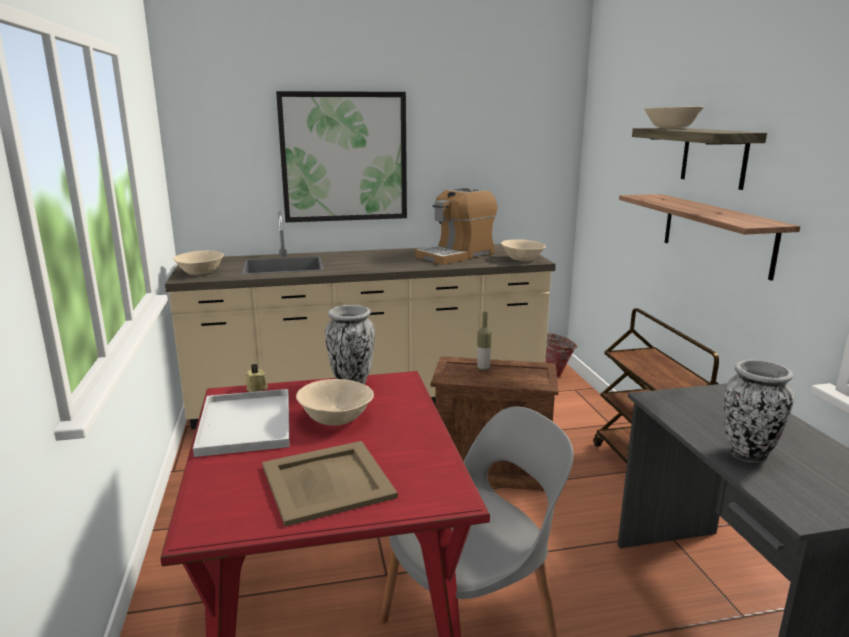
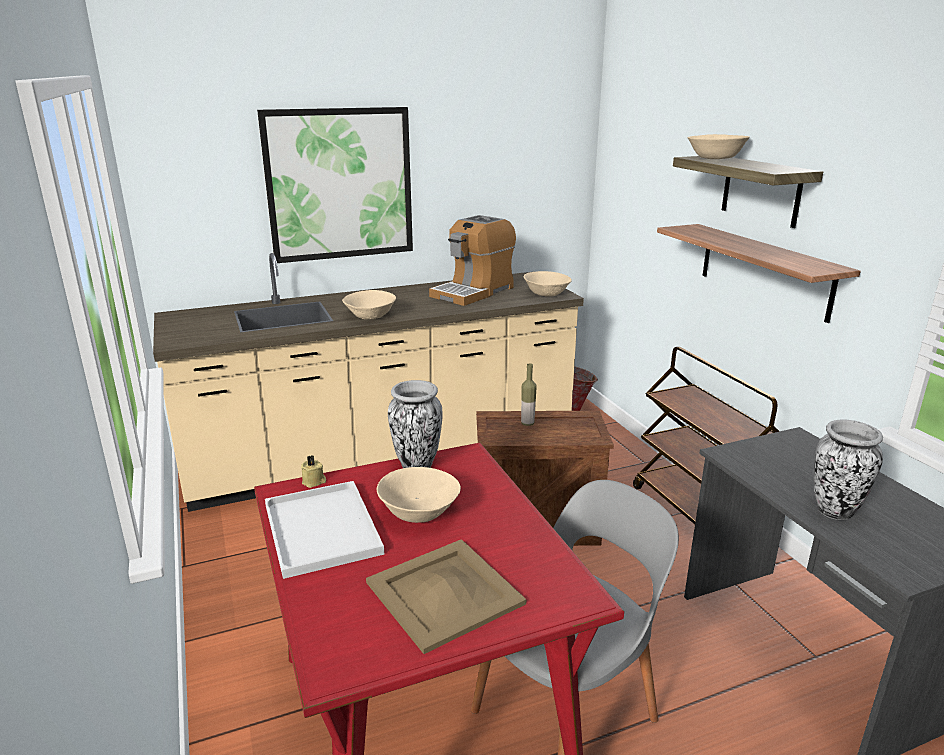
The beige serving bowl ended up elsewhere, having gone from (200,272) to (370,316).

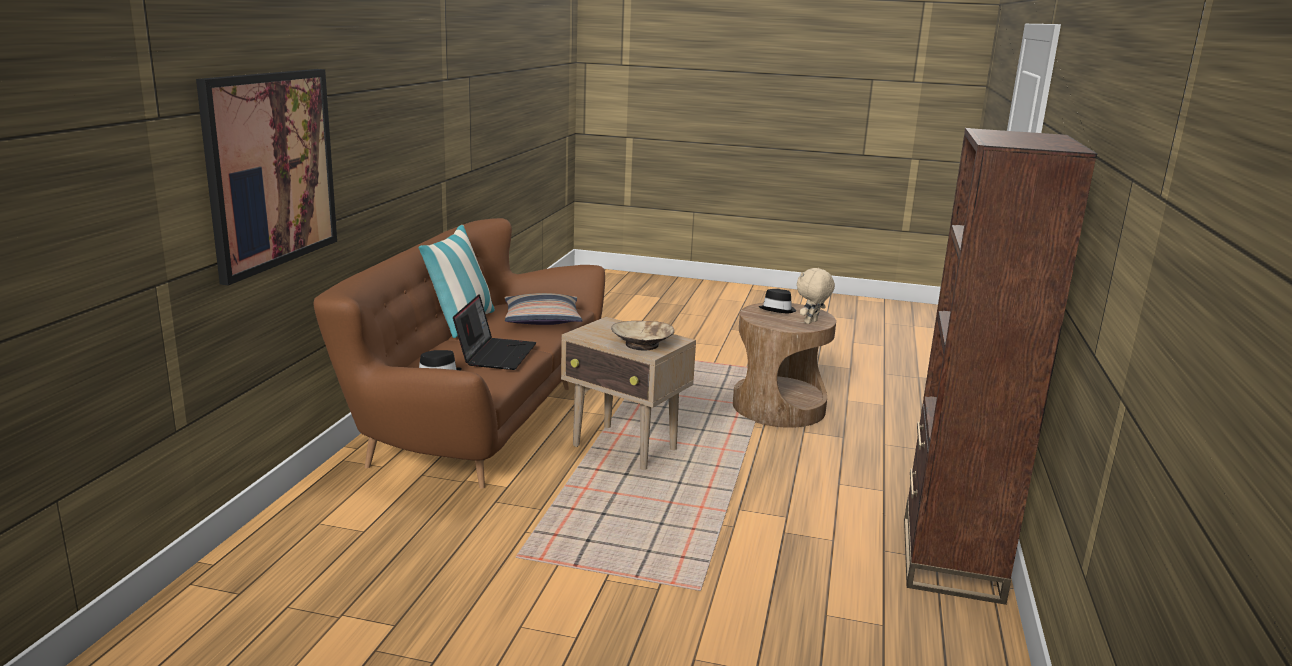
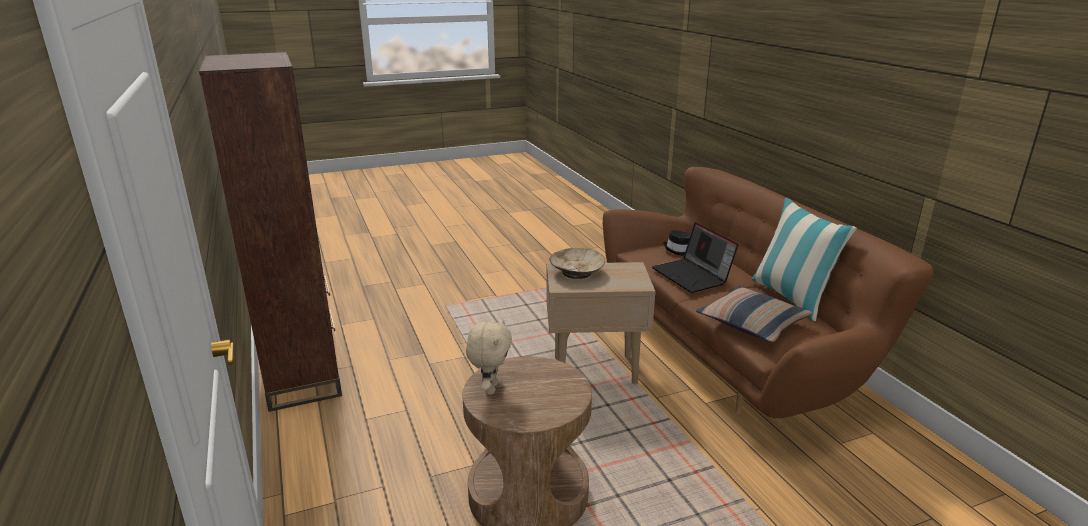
The second view lost the wall art at (271,170).
The second view lost the blackish clothing hat at (778,309).

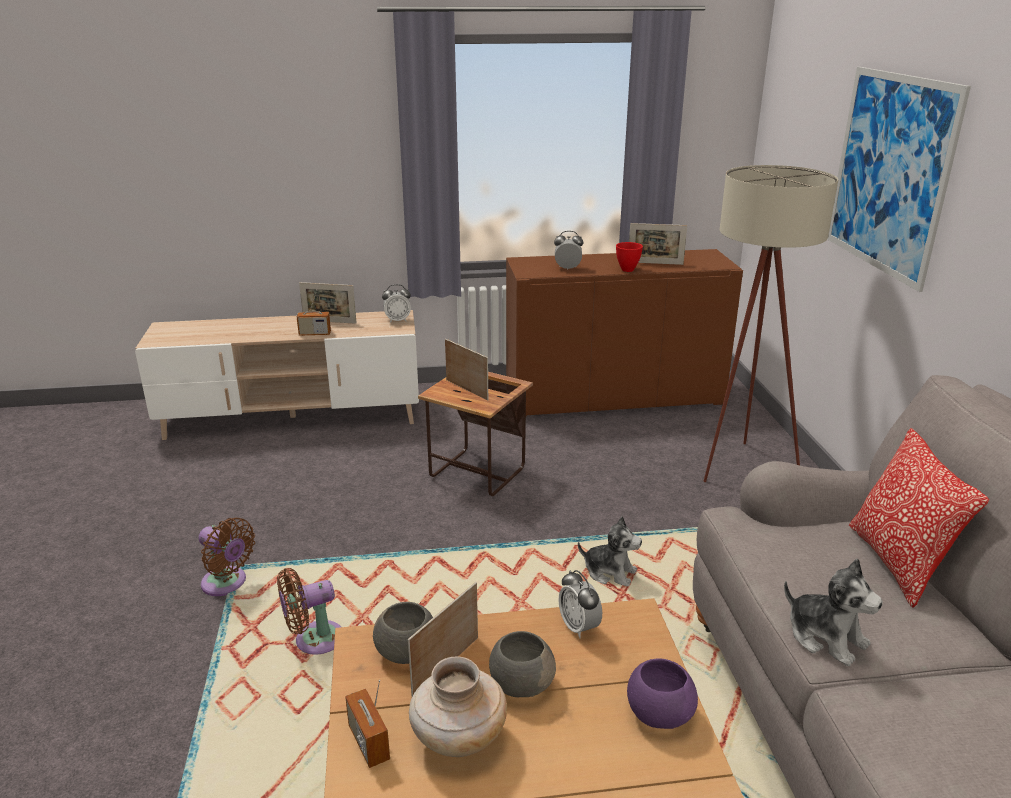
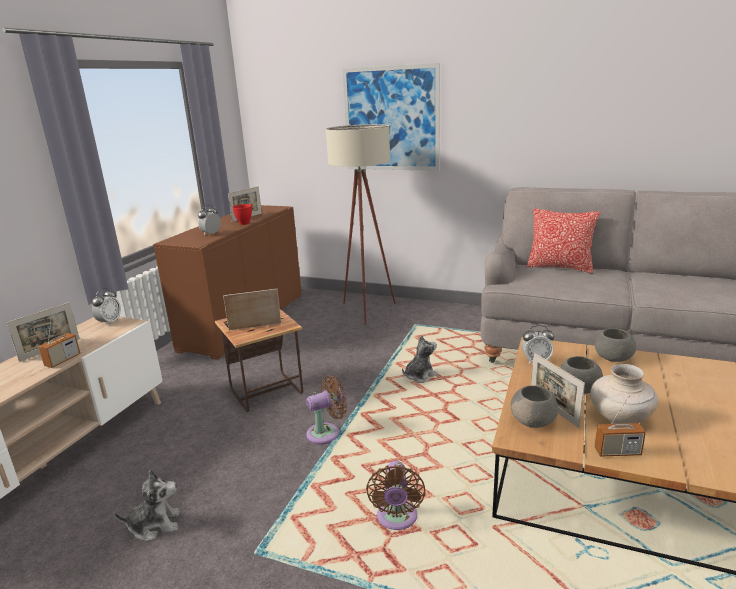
The brown-coloured electric fan ended up elsewhere, having gone from (227,584) to (326,433).
The soft toy ended up elsewhere, having gone from (826,637) to (155,525).
What was the purplish serving bowl at (658,712) turned into the gray serving bowl at (612,358).

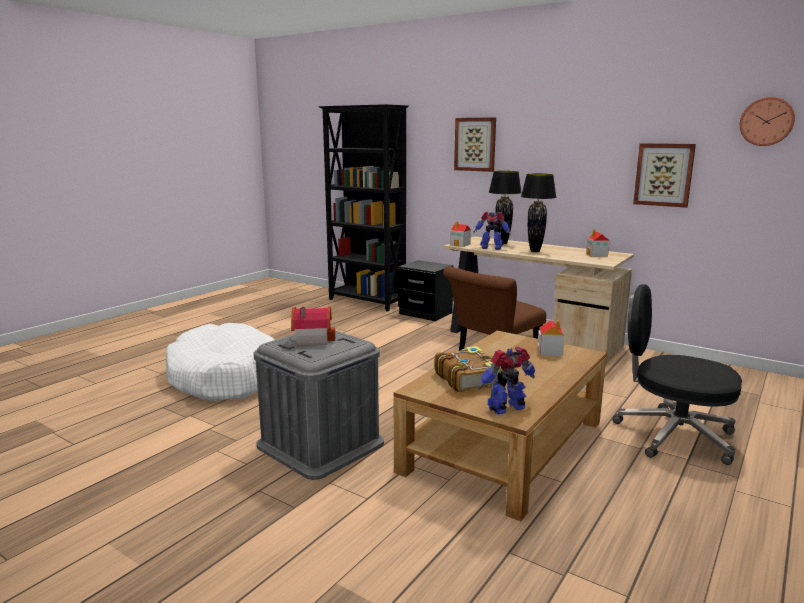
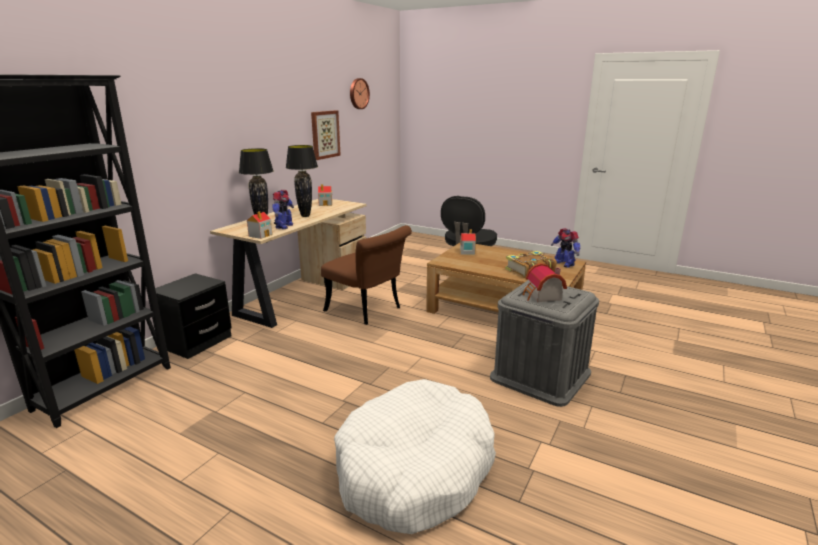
The second view lost the wall art at (475,144).

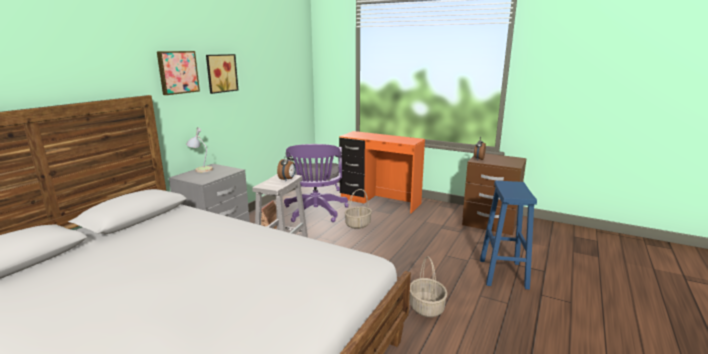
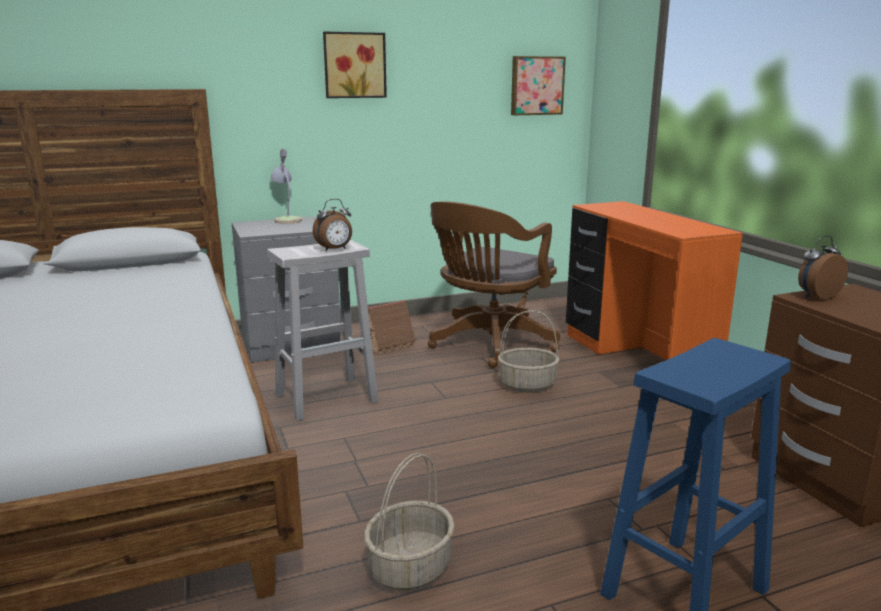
The wall art ended up elsewhere, having gone from (177,72) to (536,85).
What was the purplish desk chair at (315,212) turned into the brown-coloured desk chair at (489,345).

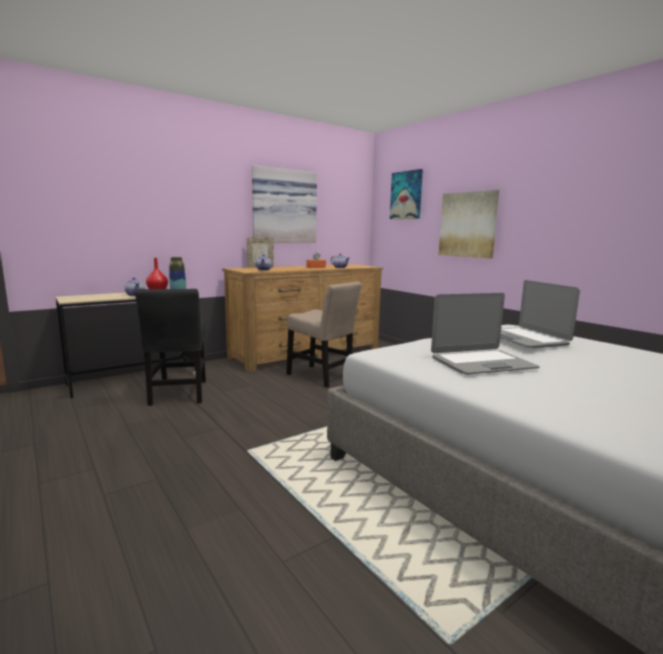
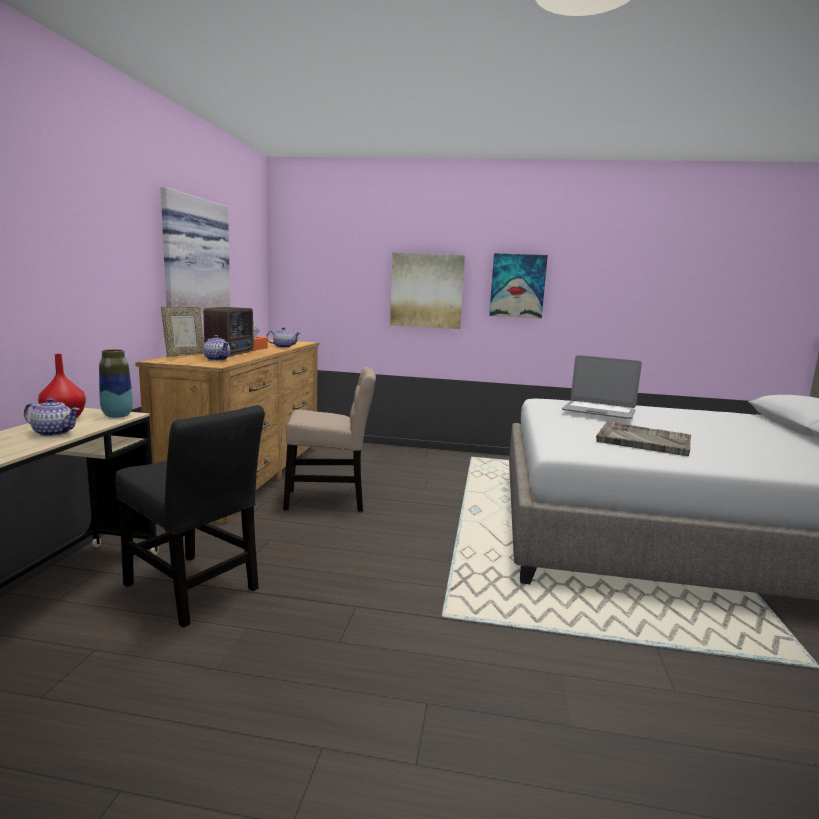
The second view gained the radio at (231,353).
The wall art ended up elsewhere, having gone from (406,195) to (517,286).
Where the notebook computer stood at (482,363), the gray serving tray came to stand at (642,440).

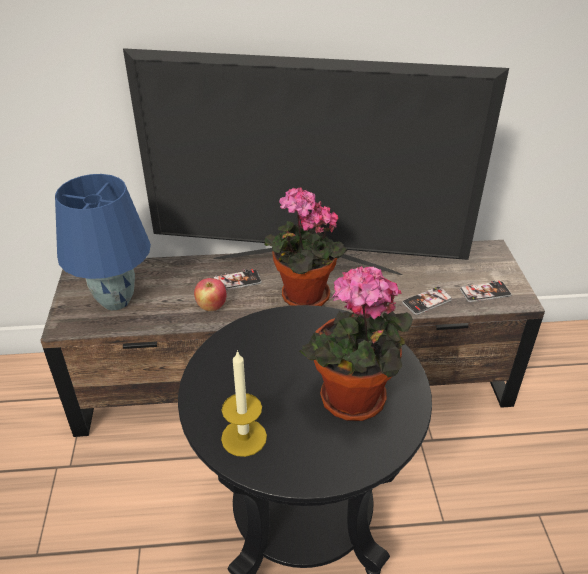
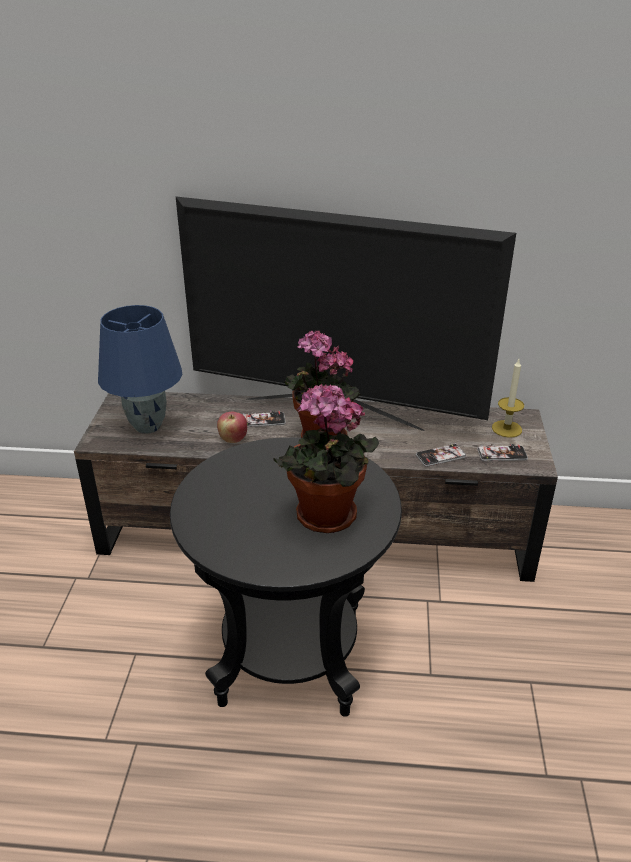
The wax candle ended up elsewhere, having gone from (244,437) to (506,429).

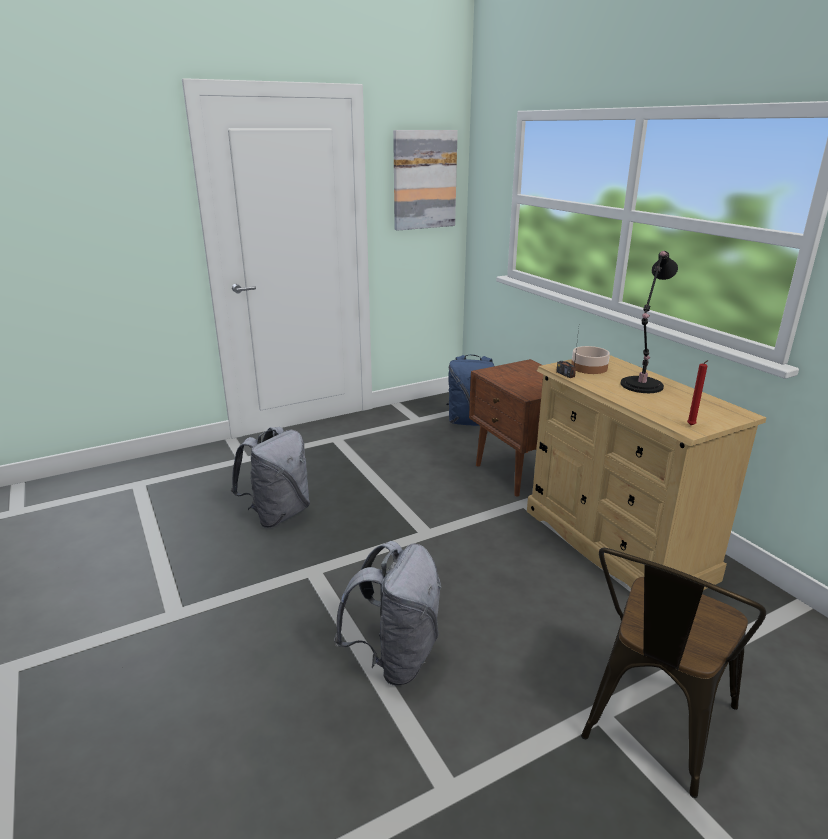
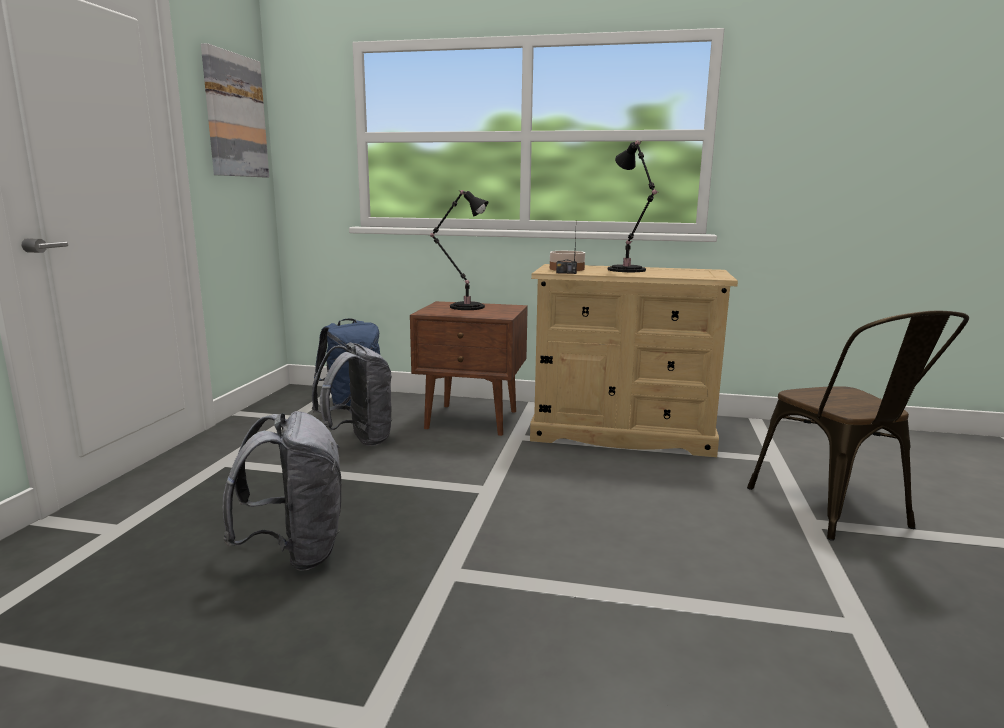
The second view lost the red-coloured wax candle at (691,426).
The second view gained the blackish tabletop lamp at (464,307).
The gray knapsack ended up elsewhere, having gone from (395,658) to (358,440).

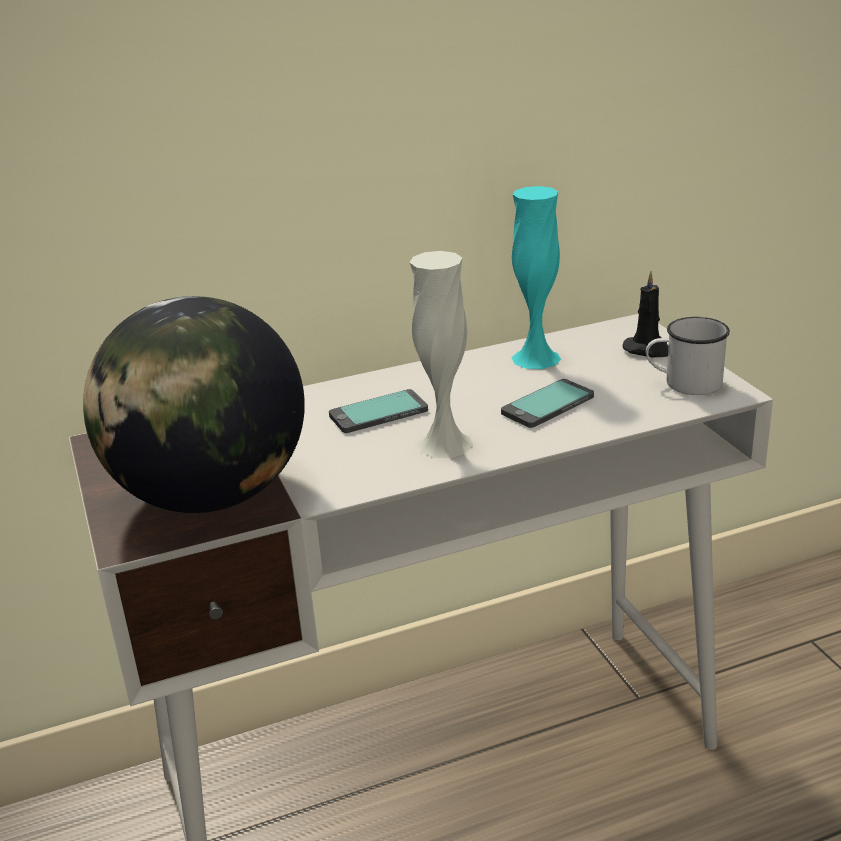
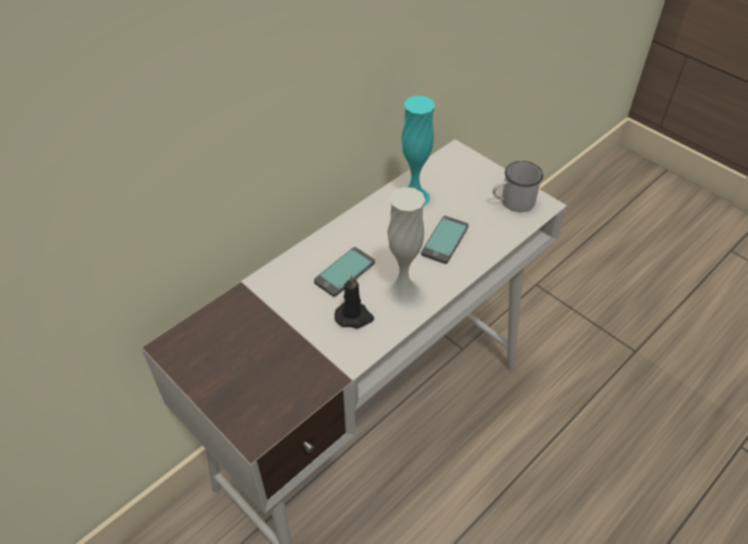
The second view lost the globe at (211,495).
The blackish wax candle ended up elsewhere, having gone from (649,350) to (354,317).

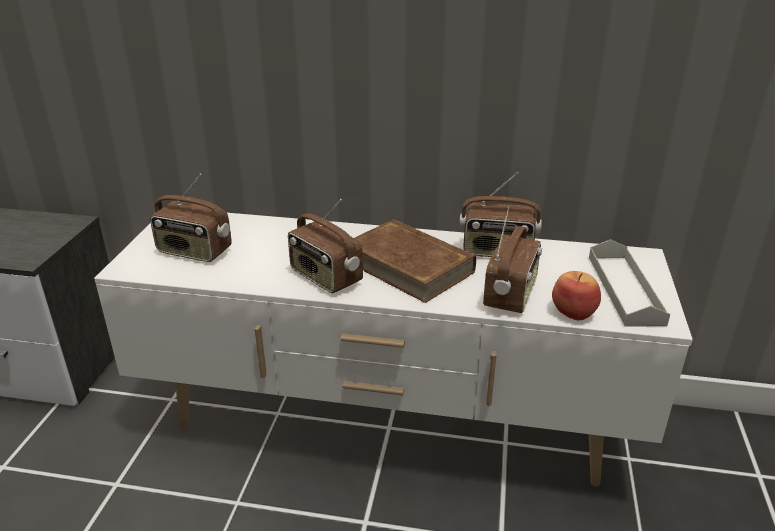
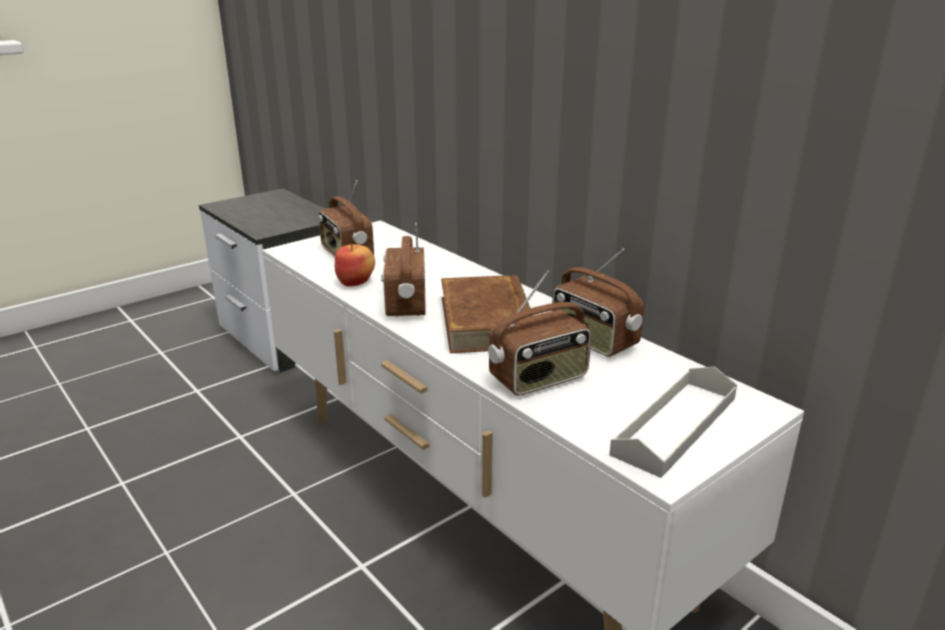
The apple ended up elsewhere, having gone from (574,311) to (356,282).

